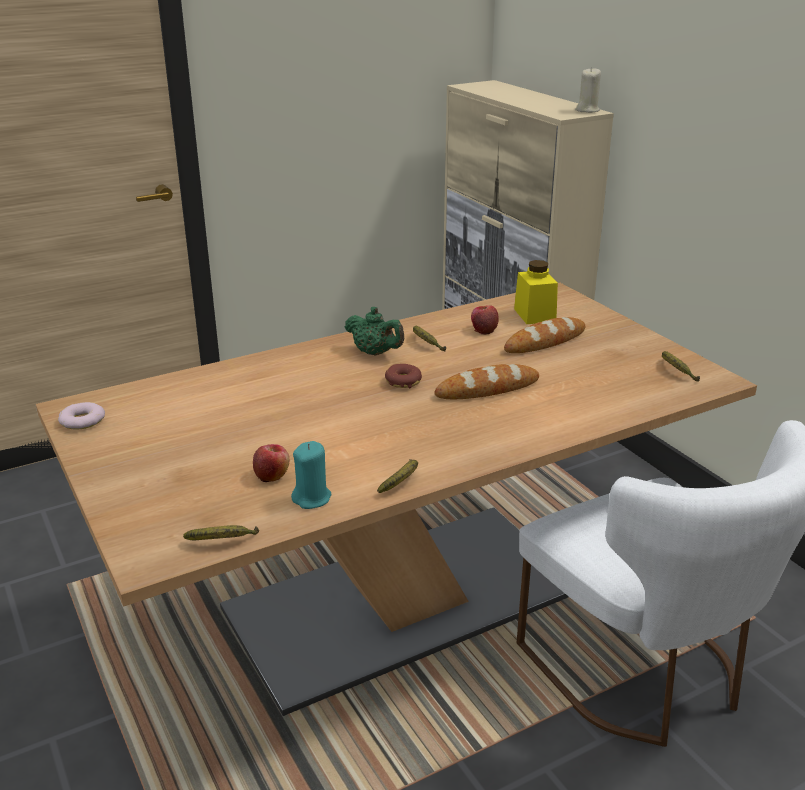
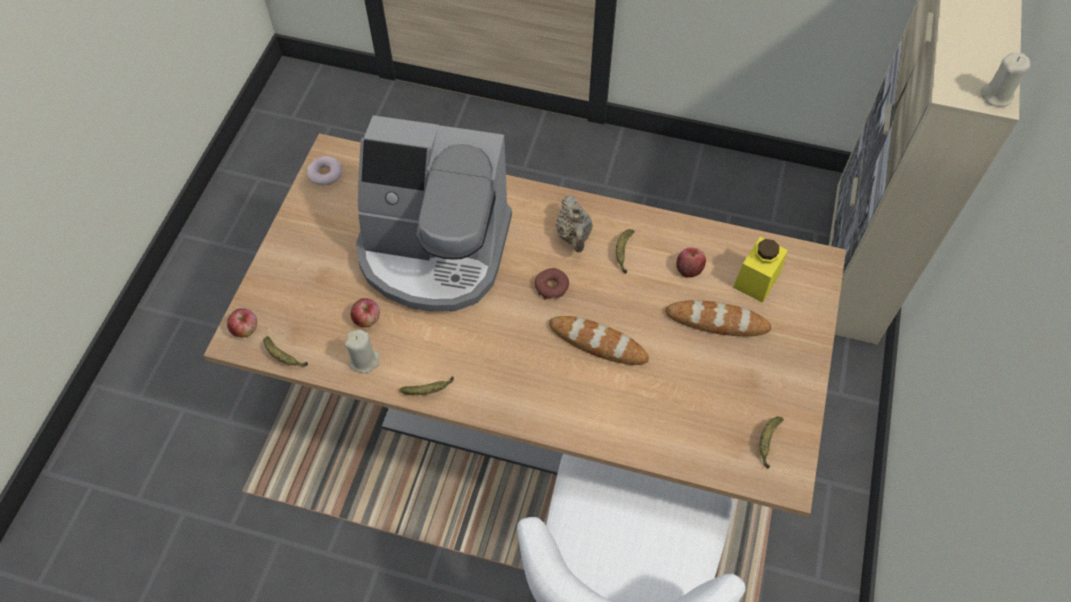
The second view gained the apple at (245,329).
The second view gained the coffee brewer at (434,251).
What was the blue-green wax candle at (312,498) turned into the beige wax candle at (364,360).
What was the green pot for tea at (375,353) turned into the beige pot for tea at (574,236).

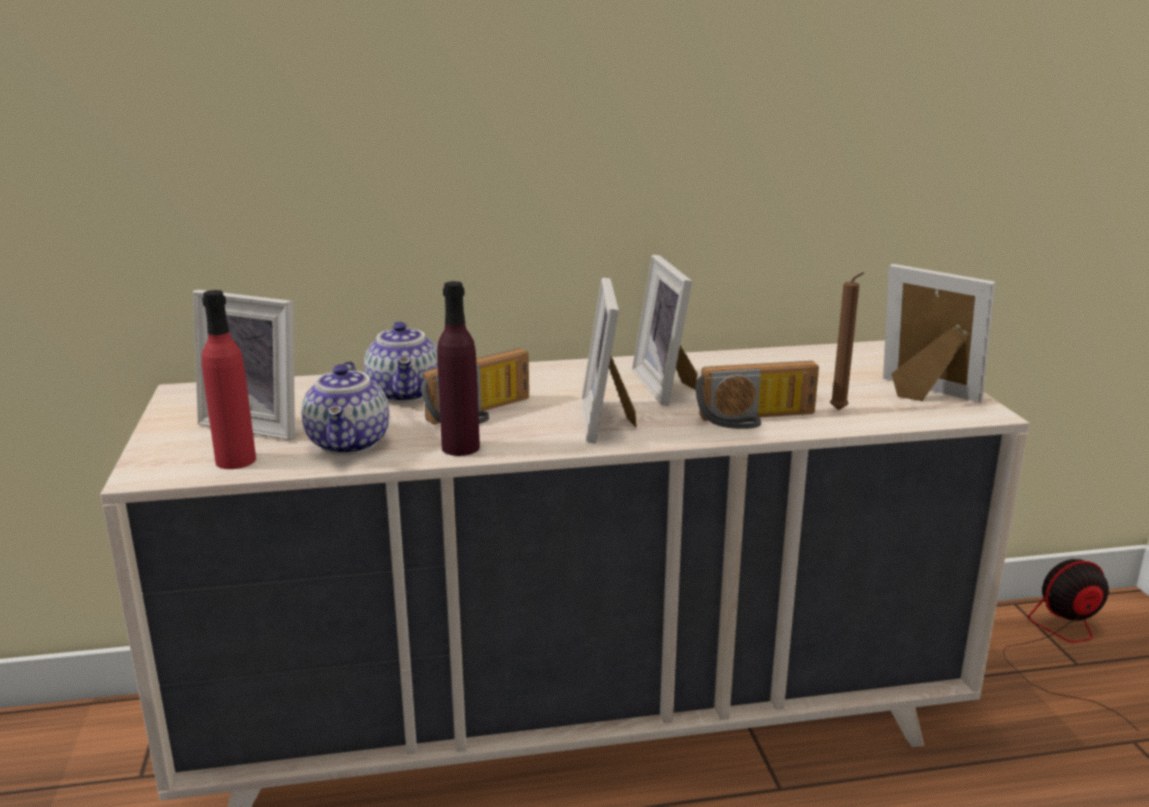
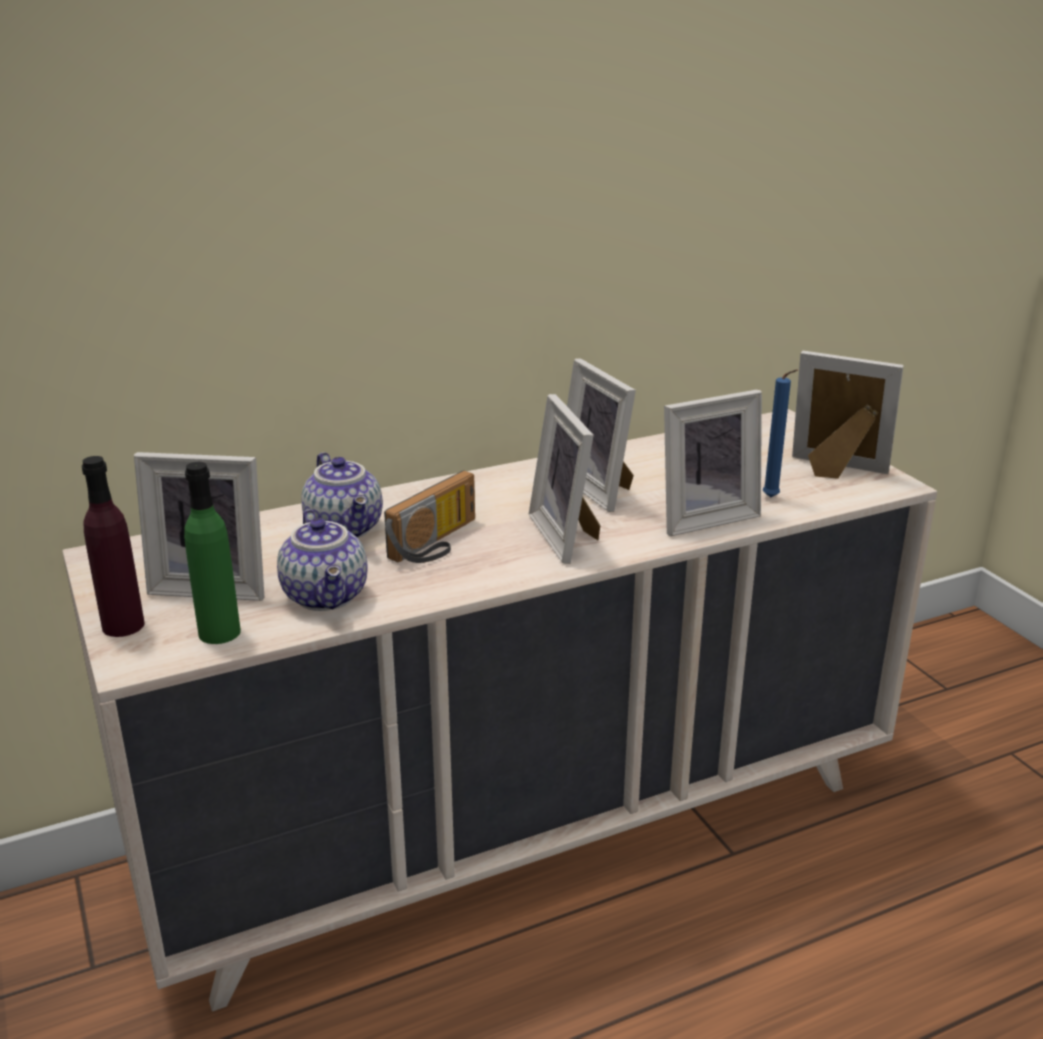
The second view lost the electric fan at (1062,646).
The purplish drink bottle ended up elsewhere, having gone from (460,447) to (123,625).
Where the radio stood at (756,419), the photo frame came to stand at (703,517).
What was the red-coloured drink bottle at (236,460) turned into the green drink bottle at (219,632).
What was the brown-coloured wax candle at (840,411) turned into the bluish wax candle at (772,498).

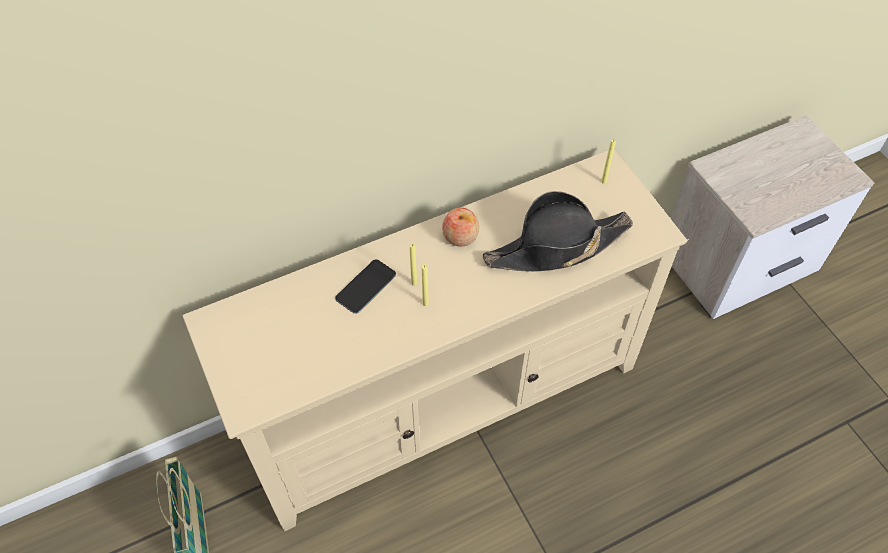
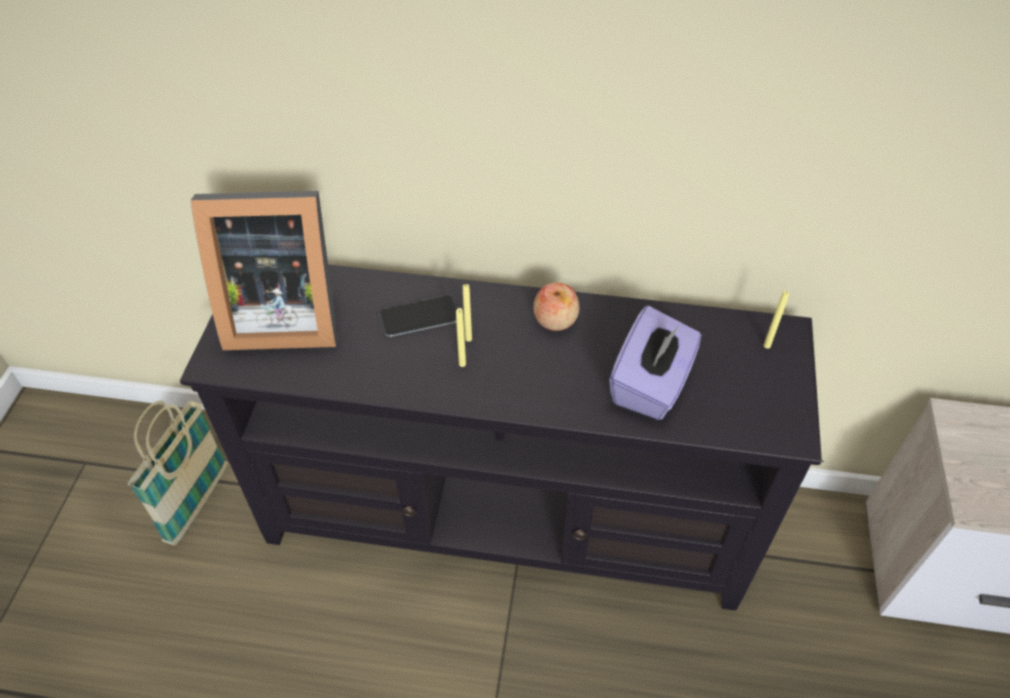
The second view gained the photo frame at (281,316).
Where the blackish clothing hat stood at (556,247), the purplish tissue box came to stand at (651,384).
What was the beige media console at (443,400) turned into the blackish media console at (505,516).

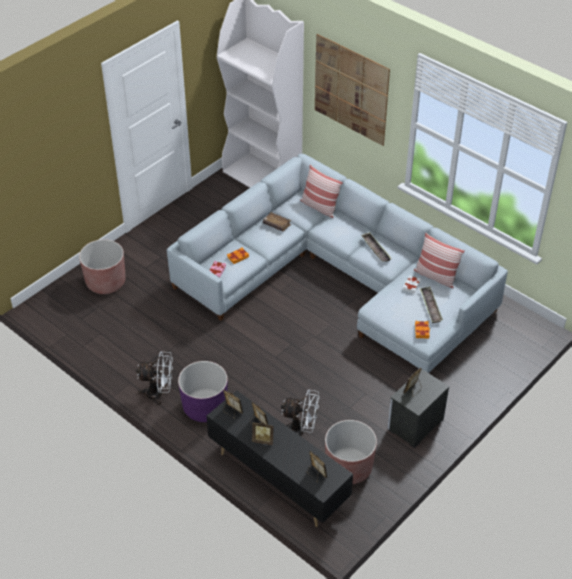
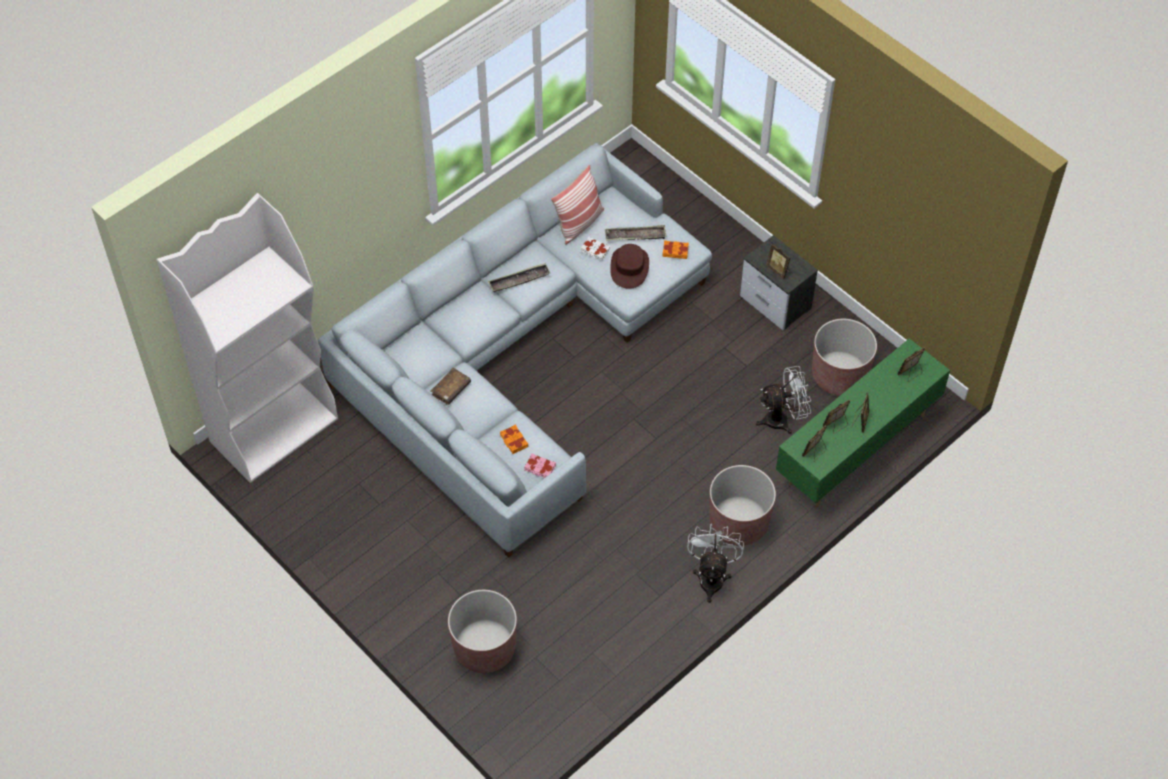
The second view lost the throw pillow at (319,207).
The second view lost the wall art at (351,89).
The second view gained the brown-coloured clothing hat at (629,267).
What was the purplish planter at (205,407) turned into the brown-coloured planter at (738,523).
What was the blackish media console at (278,479) turned into the green media console at (856,449).
The white-coloured electric fan at (301,431) ended up facing another way, 60 degrees clockwise from before.

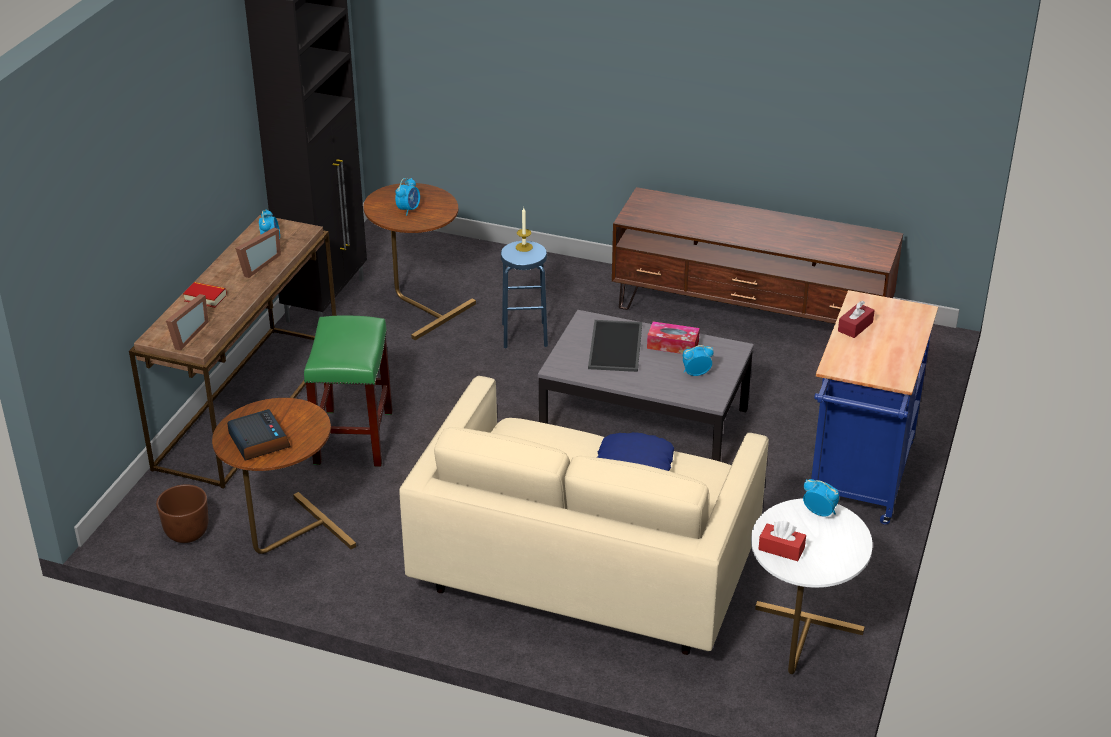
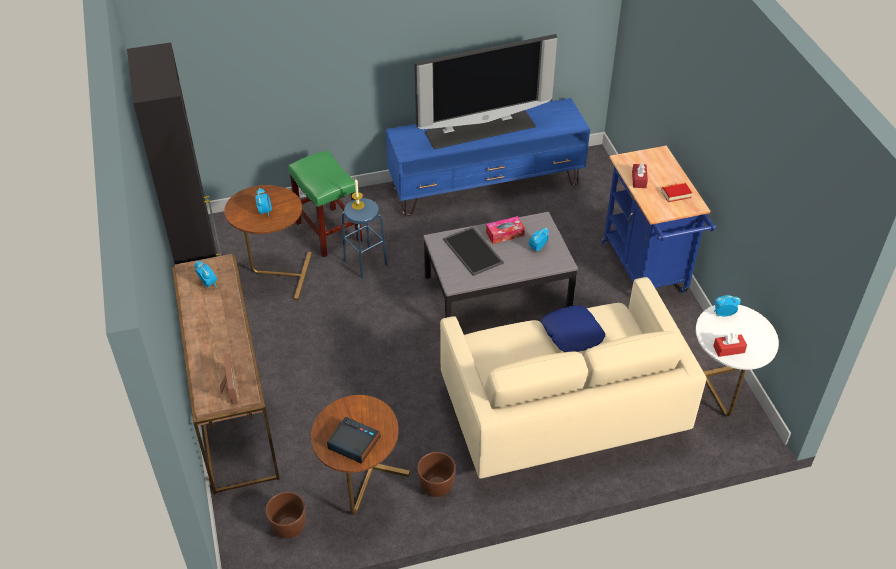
The second view lost the photo frame at (256,265).
The second view gained the TV at (479,128).
The second view gained the brown-coloured planter at (436,487).
The bound book ended up elsewhere, having gone from (205,298) to (676,194).
The green stool ended up elsewhere, having gone from (353,437) to (328,232).
What was the brown-coloured media console at (751,315) turned into the bluish media console at (486,185).

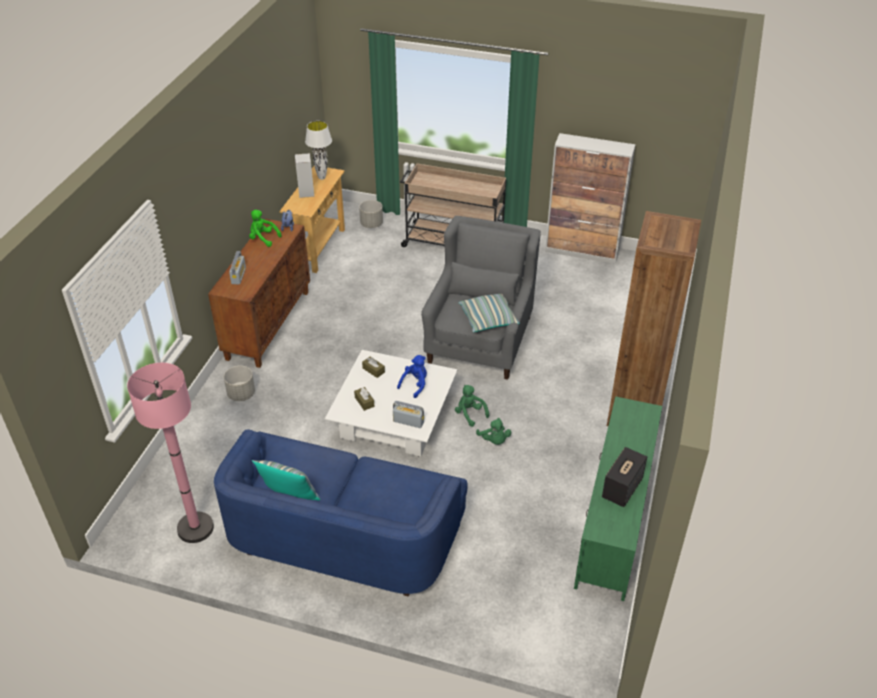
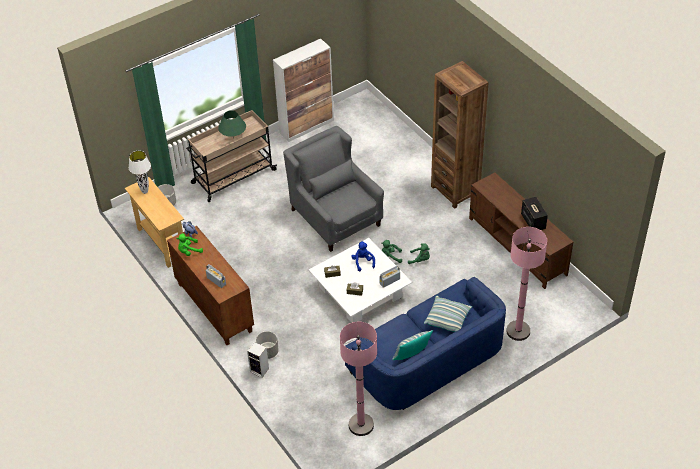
The second view gained the green tabletop lamp at (233,138).
The second view gained the pinkish standard lamp at (518,331).
The loudspeaker ended up elsewhere, having gone from (306,193) to (260,370).
The throw pillow ended up elsewhere, having gone from (488,320) to (447,319).
What was the green media console at (614,519) turned into the brown-coloured media console at (517,246).

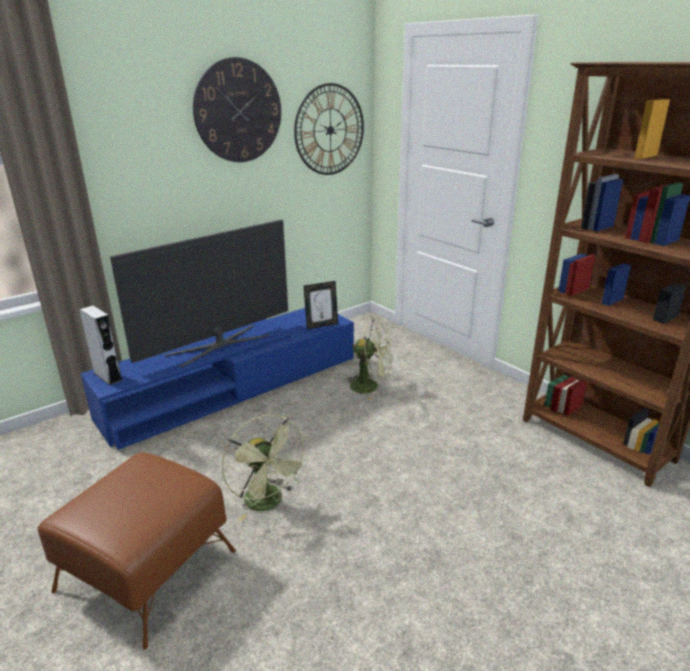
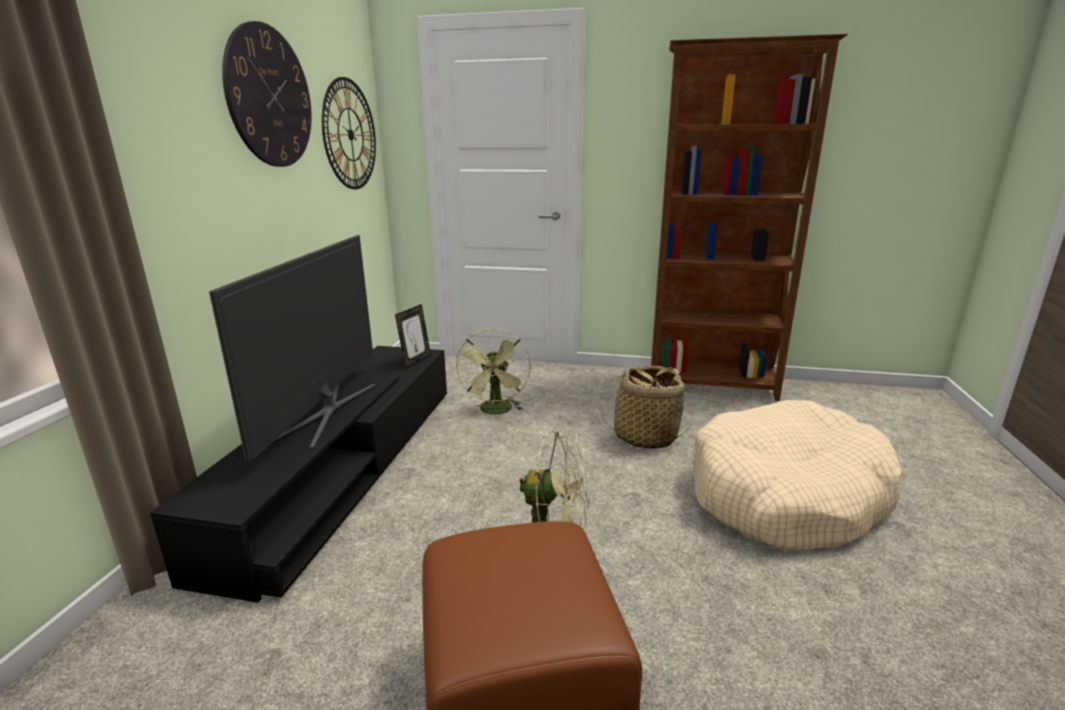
The second view lost the gray loudspeaker at (108,376).
The second view gained the storage basket at (645,436).
The second view gained the beige dog bed at (785,495).
What was the bluish media console at (233,387) turned into the blackish media console at (346,466).
The green electric fan at (371,386) ended up facing another way, 120 degrees clockwise from before.

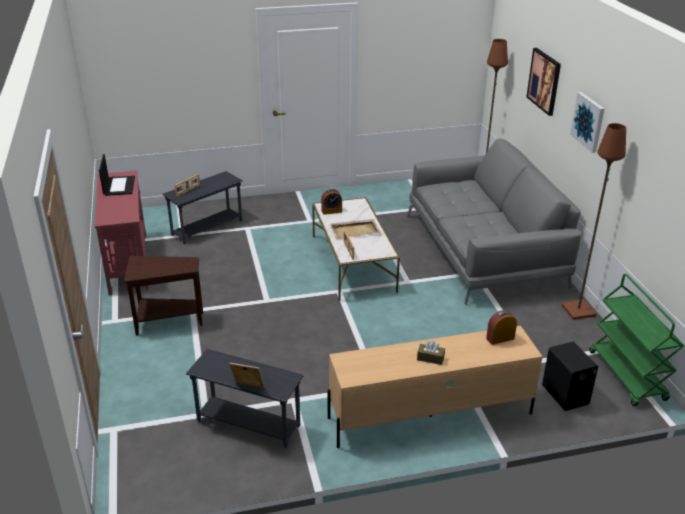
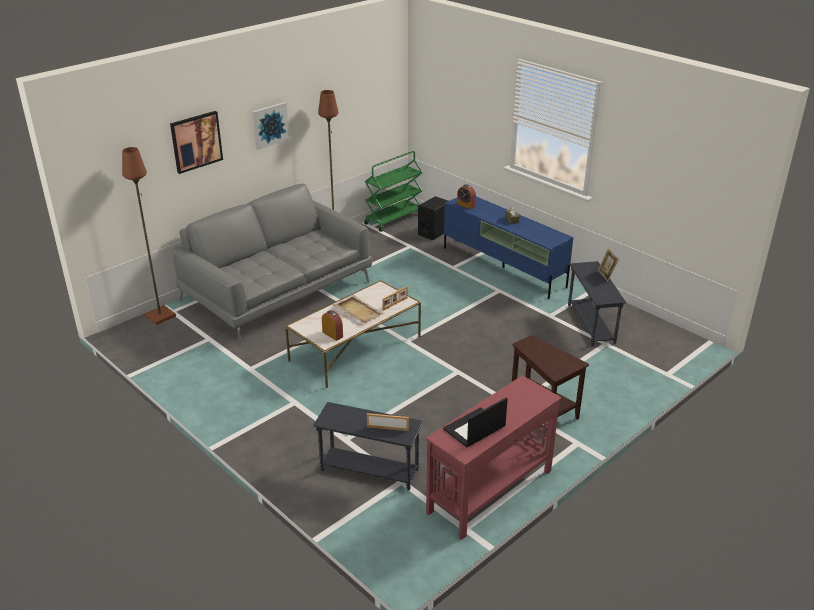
What was the beige media console at (428,415) turned into the bluish media console at (503,267).

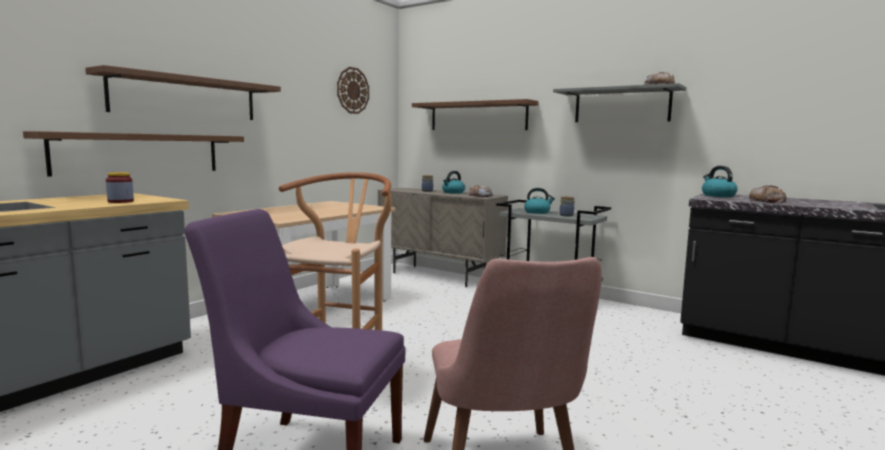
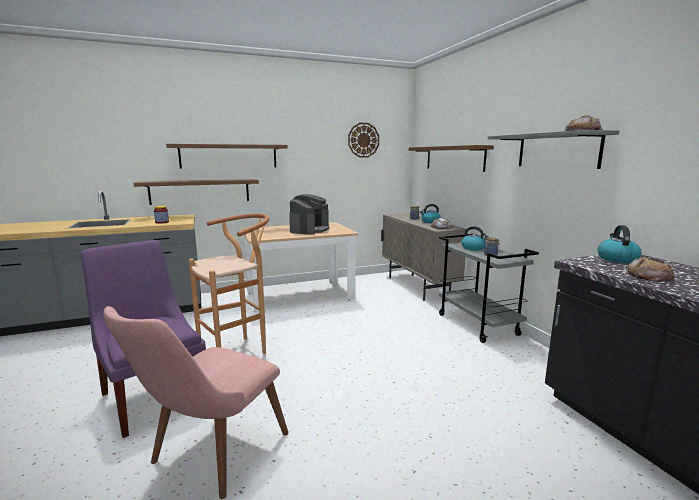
The second view gained the coffee brewer at (309,229).

